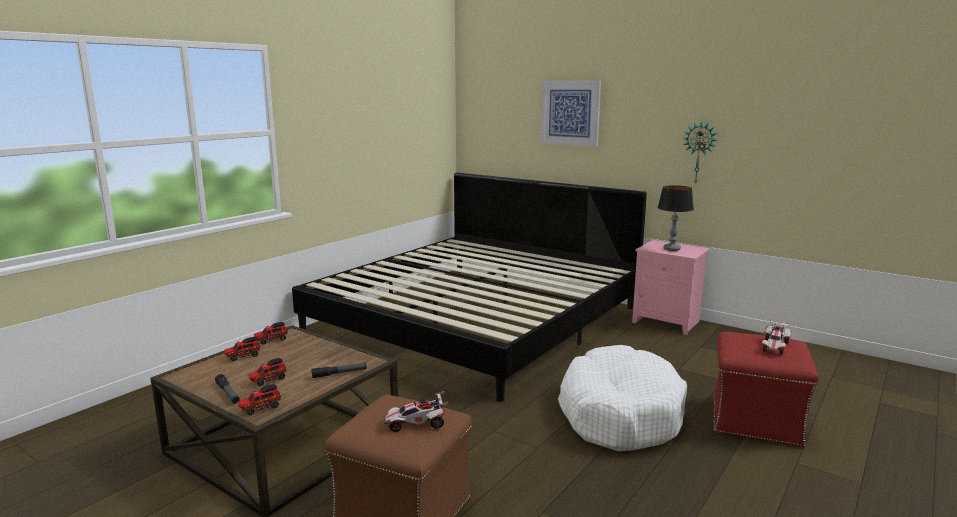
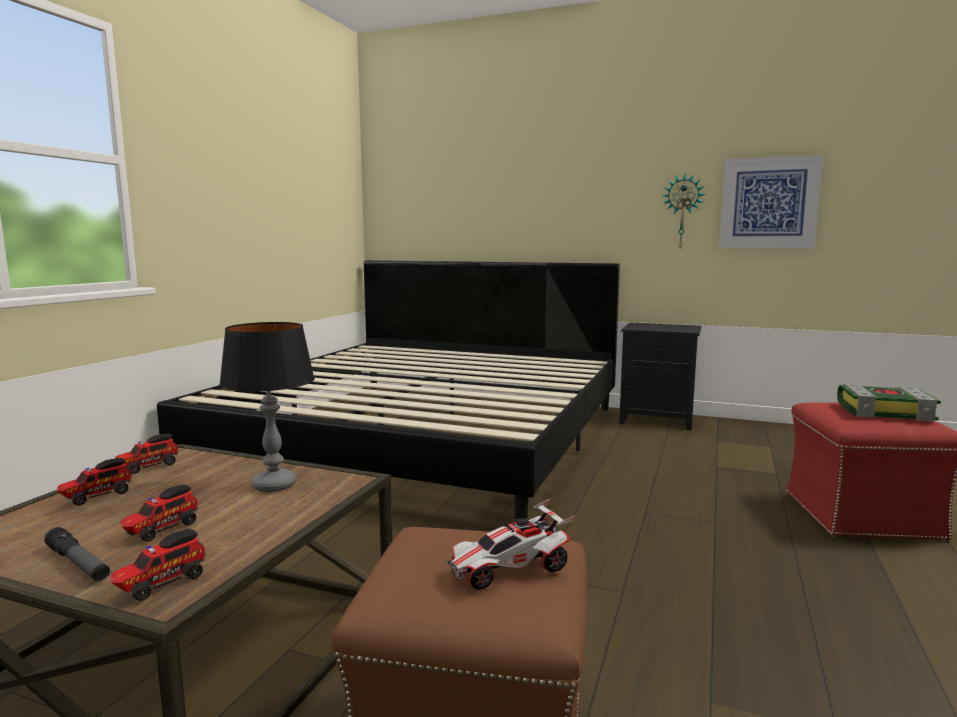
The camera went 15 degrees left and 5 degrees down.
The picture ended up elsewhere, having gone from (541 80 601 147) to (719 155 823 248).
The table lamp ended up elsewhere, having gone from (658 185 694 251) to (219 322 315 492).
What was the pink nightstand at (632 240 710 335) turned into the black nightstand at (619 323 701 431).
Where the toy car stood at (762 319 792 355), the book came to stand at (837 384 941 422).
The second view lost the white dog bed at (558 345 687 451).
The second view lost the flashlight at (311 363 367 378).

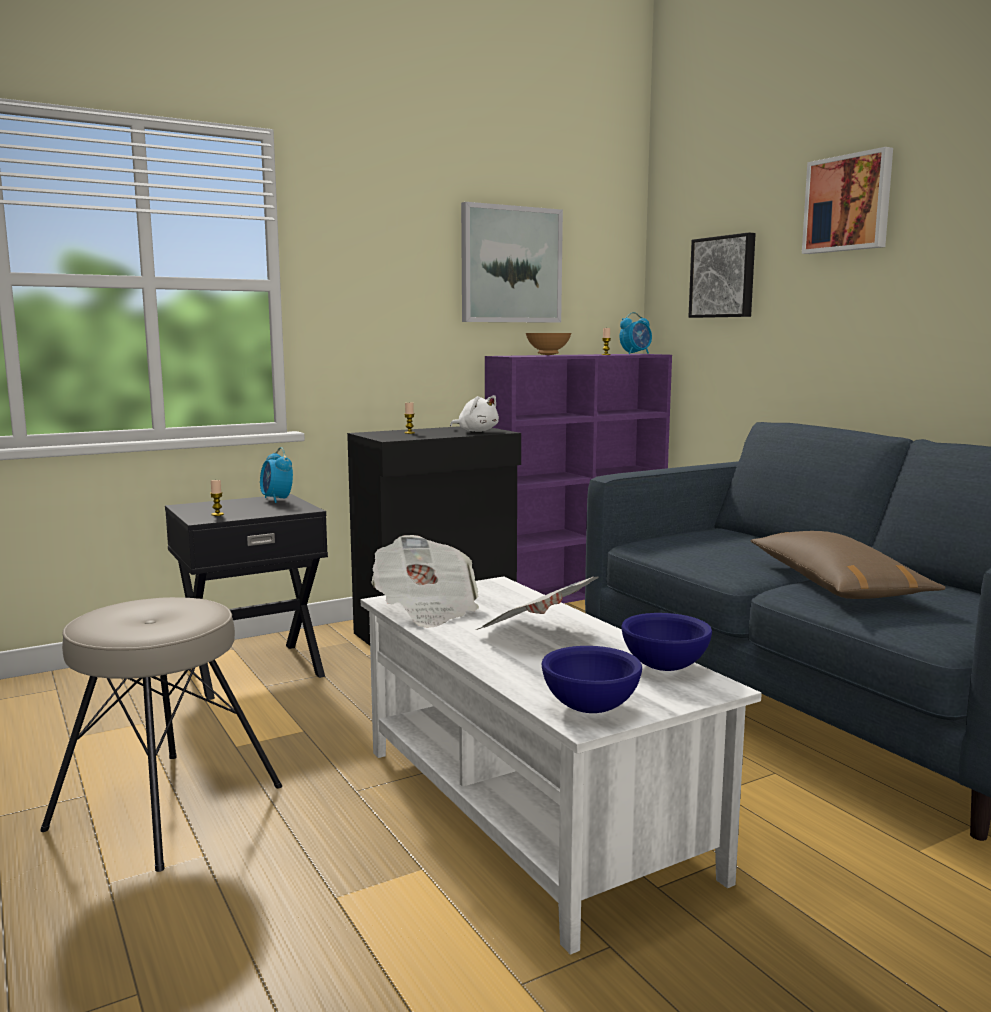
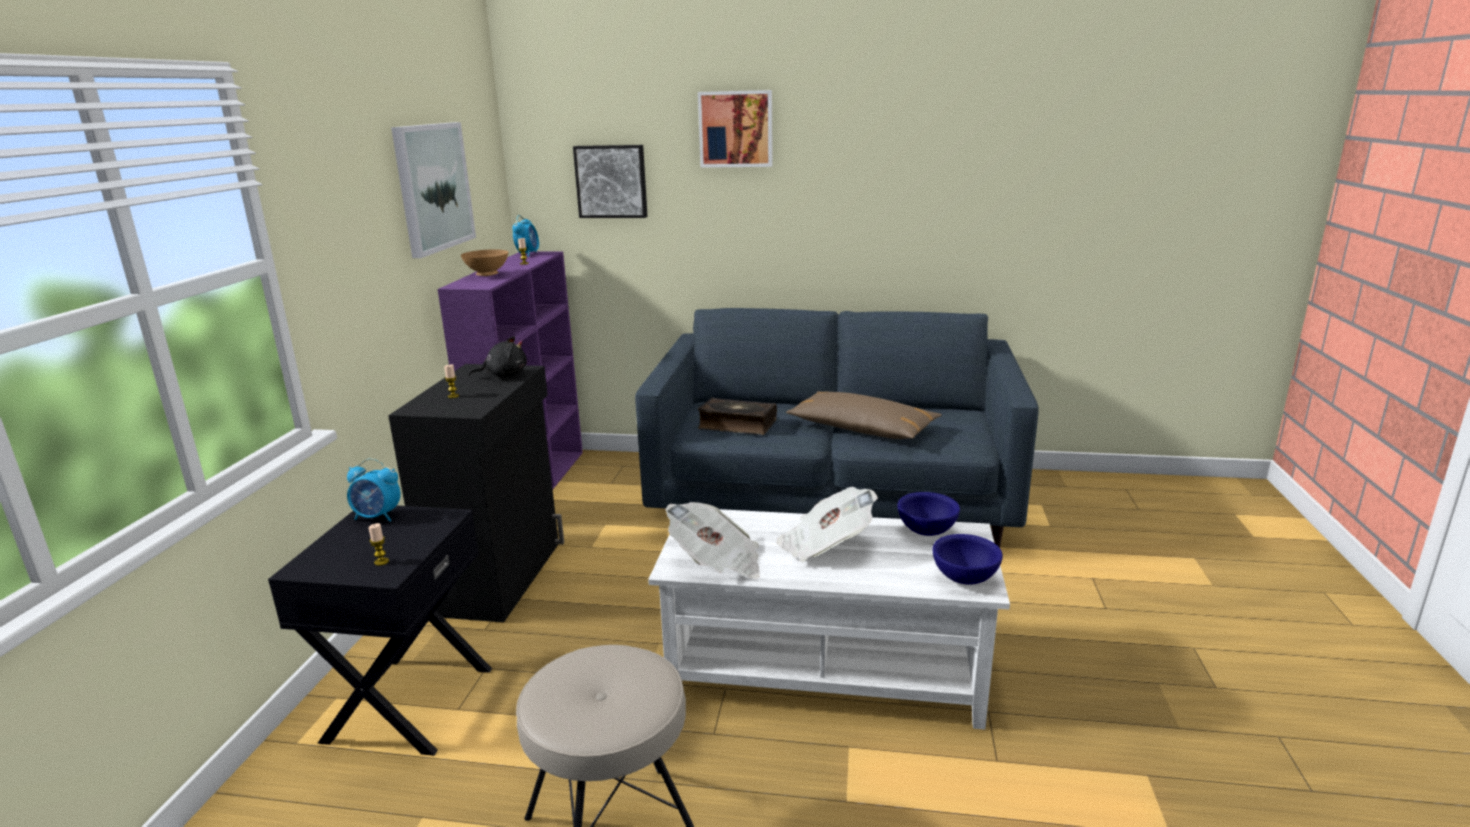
The camera went 50 degrees left and 10 degrees up.
What was the white plush toy at (450 395 499 432) turned into the black plush toy at (468 336 527 377).
The second view gained the book at (698 398 777 435).

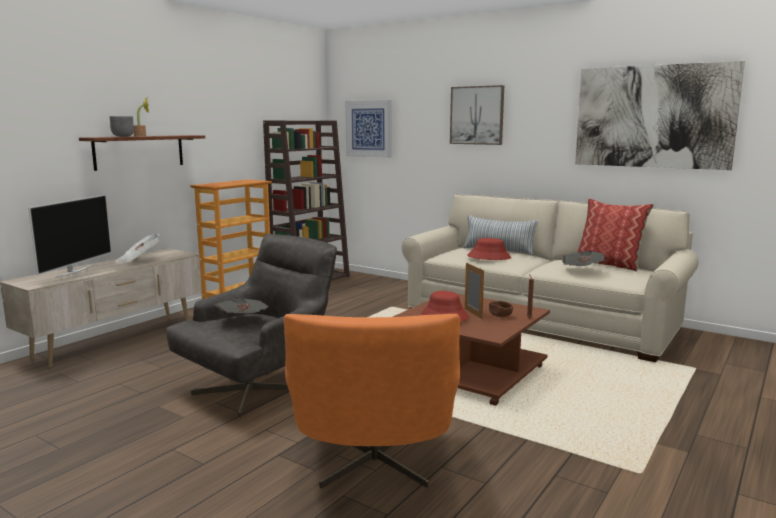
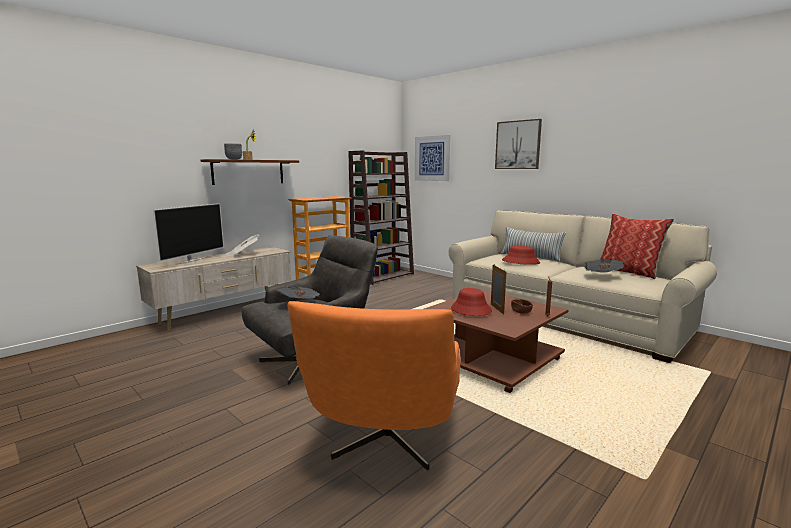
The camera went 10 degrees right and 0 degrees up.
The second view lost the picture at (575 61 745 170).

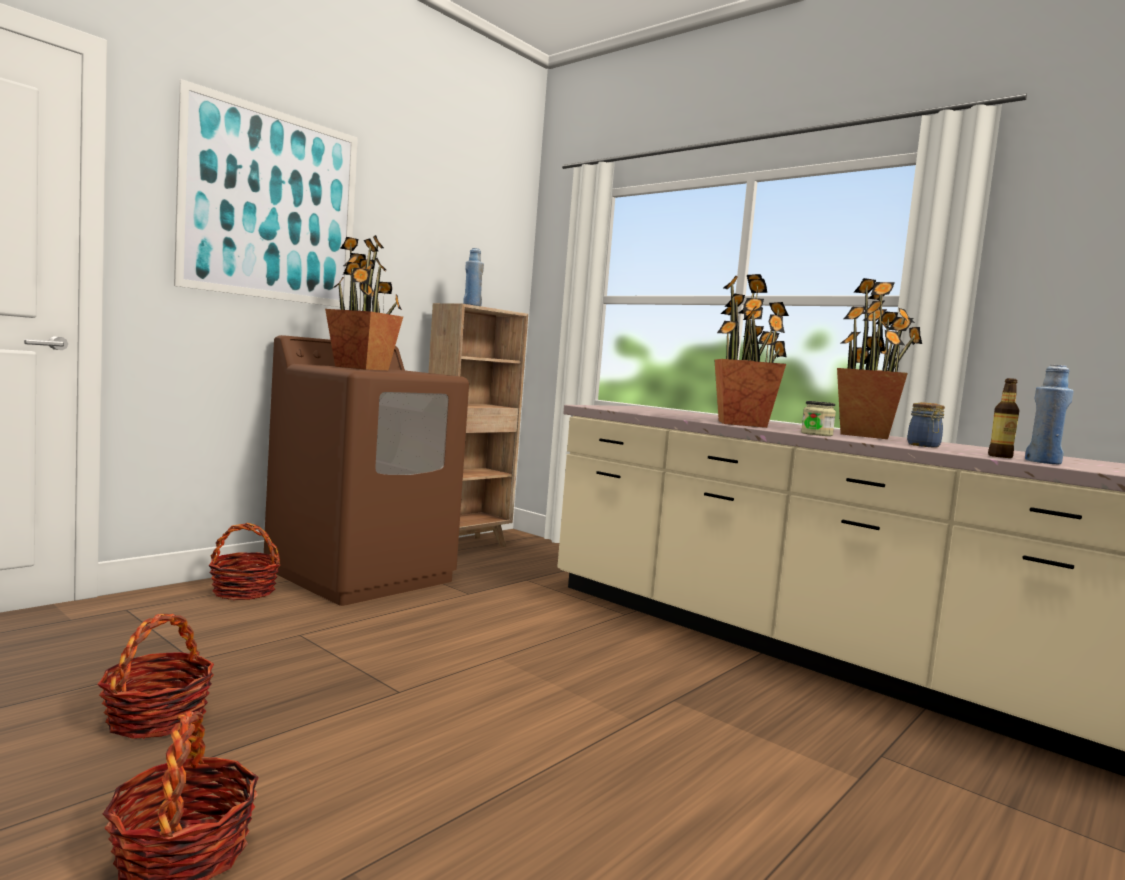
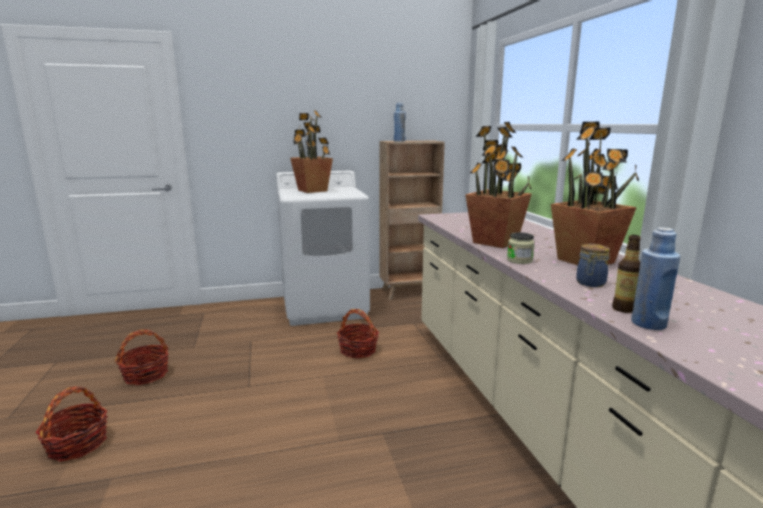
The camera went 35 degrees right and 10 degrees up.
The second view lost the picture at (174 79 358 308).
What was the brown washing machine at (264 335 469 606) turned into the white washing machine at (276 171 370 326).
The basket ended up elsewhere, having gone from (209 523 280 600) to (337 309 379 358).

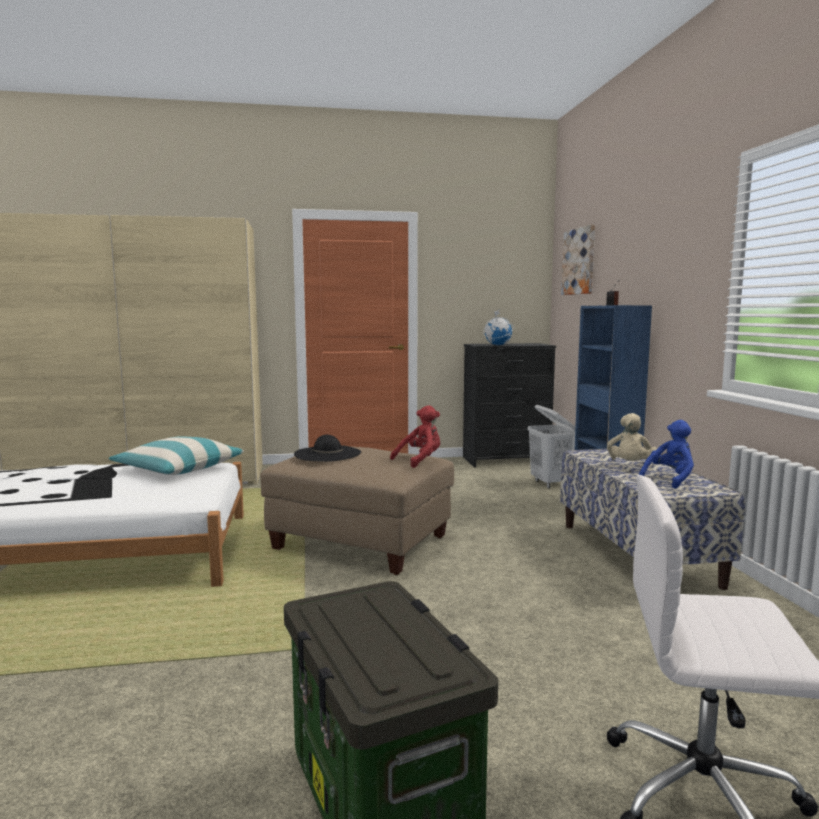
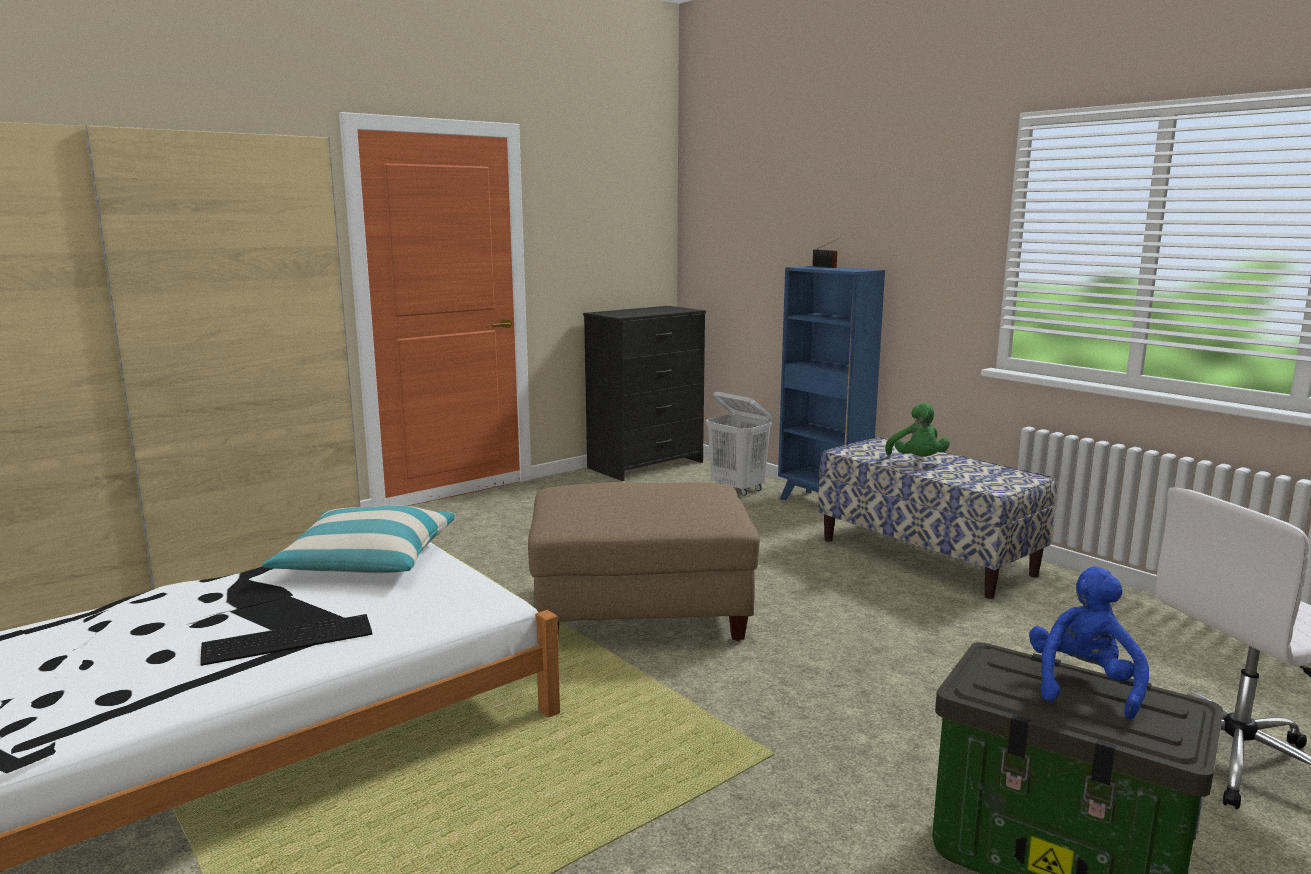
The camera went 30 degrees left and 5 degrees up.
The second view lost the picture at (561 224 595 295).
The second view lost the globe at (483 310 513 345).
The second view lost the red plush toy at (390 405 440 468).
What was the beige plush toy at (607 413 657 461) turned into the green plush toy at (885 403 950 456).
The blue plush toy ended up elsewhere, having gone from (639 420 694 489) to (1029 566 1149 720).
The second view lost the black hat at (294 435 361 462).
The second view gained the keyboard at (200 614 372 666).

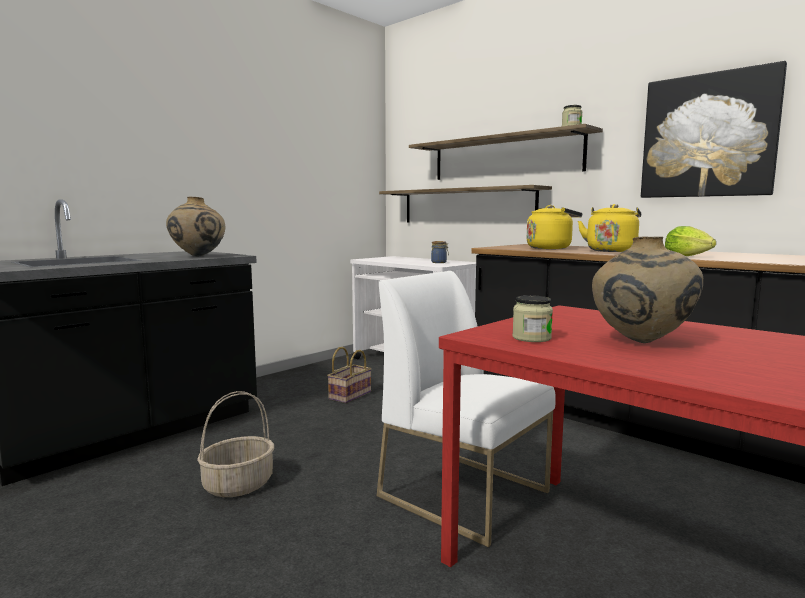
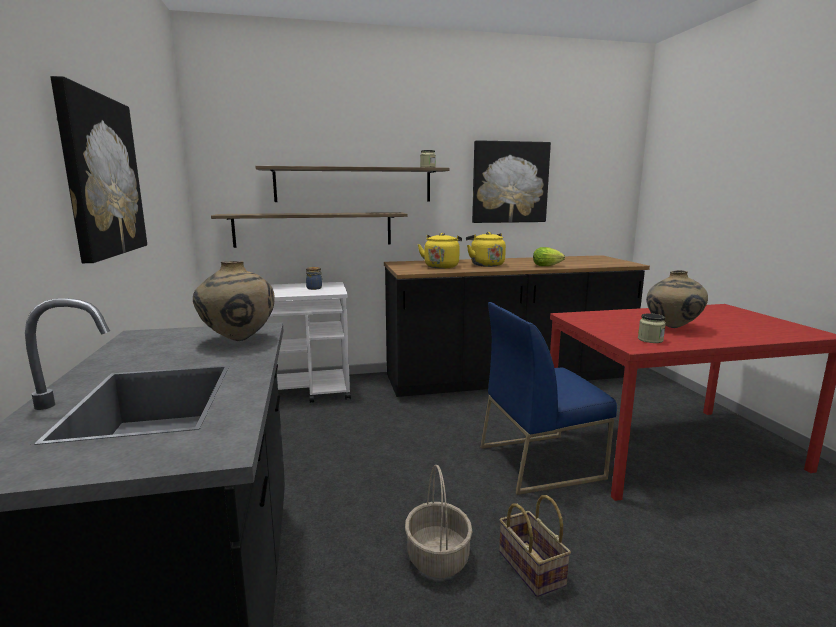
The camera went 55 degrees left and 5 degrees up.
What was the white chair at (377 271 556 547) turned into the blue chair at (480 302 617 495).
The basket ended up elsewhere, having gone from (327 347 372 403) to (499 495 571 597).
The second view gained the picture at (50 76 147 263).

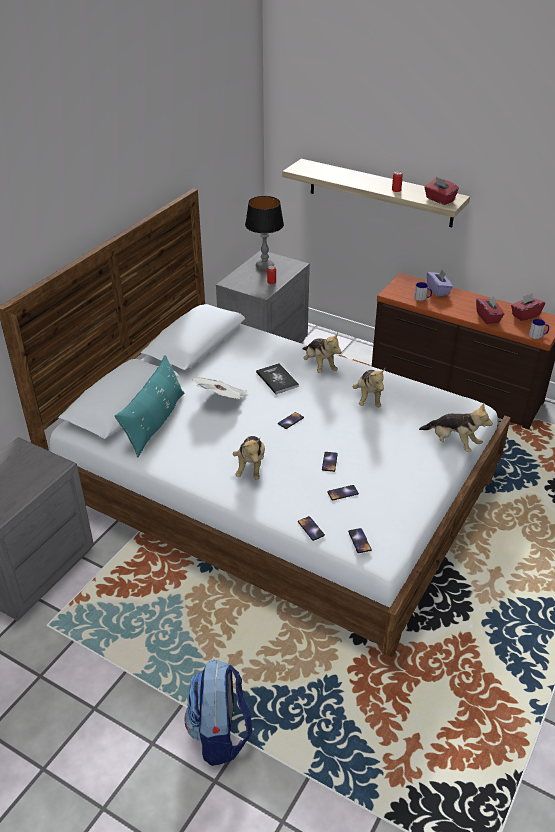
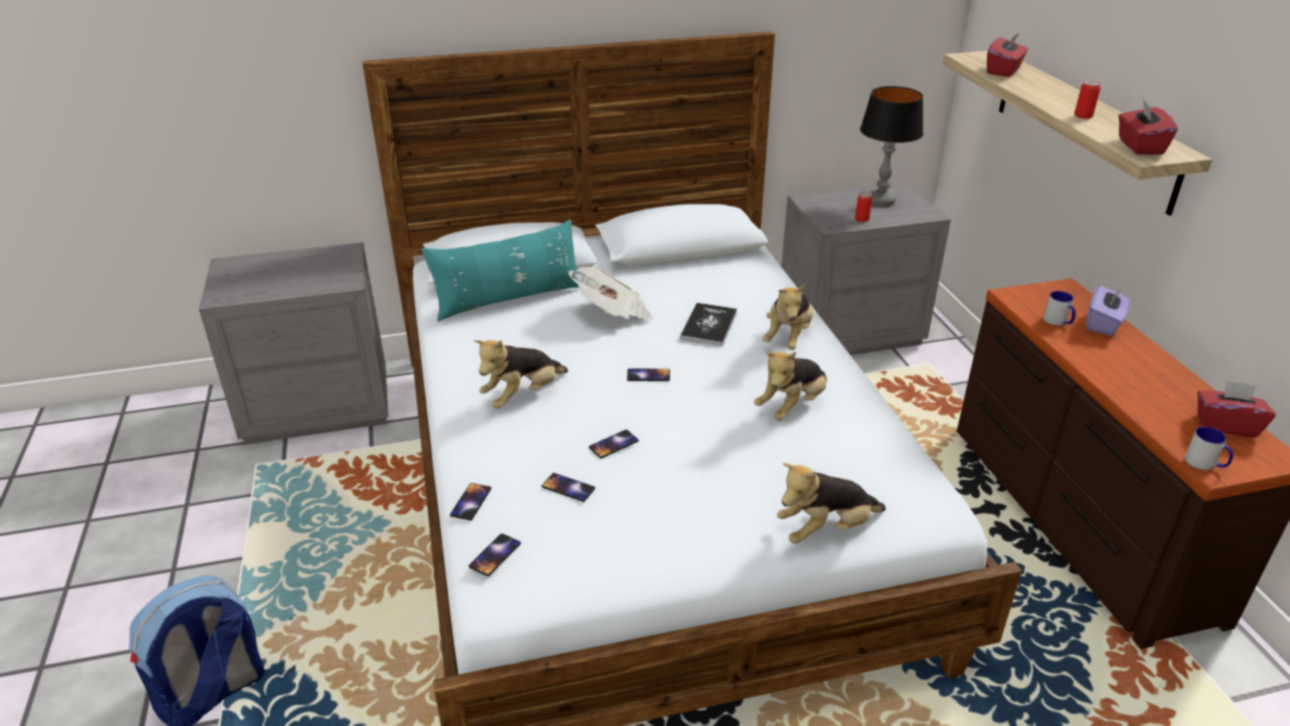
The camera went 45 degrees right and 5 degrees down.
The red tissue box ended up elsewhere, having gone from (476 295 504 324) to (987 32 1028 77).
The plush toy at (419 403 493 452) ended up facing another way, 75 degrees clockwise from before.

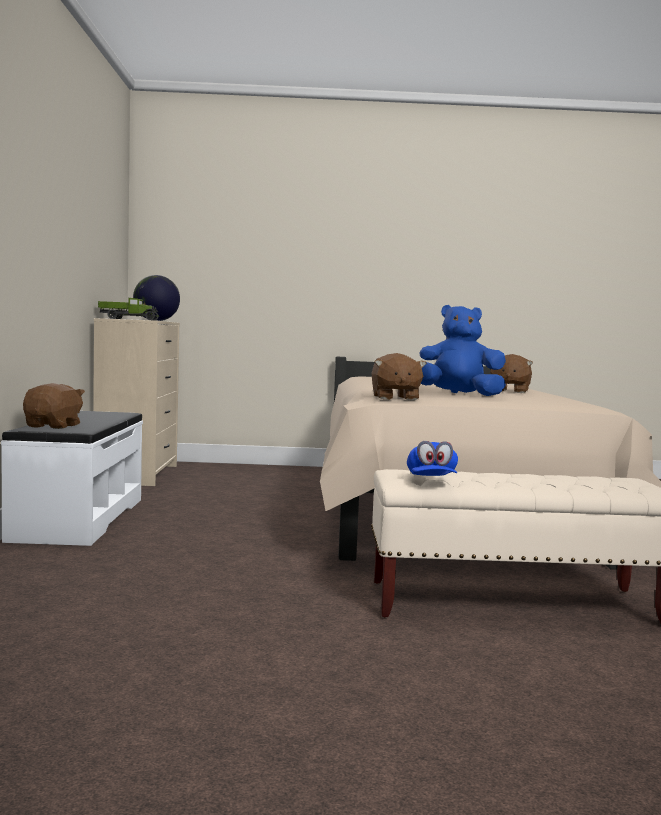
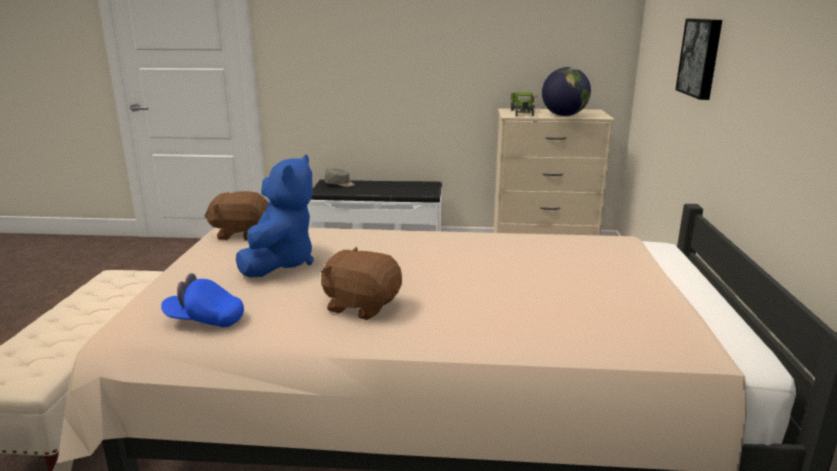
The camera went 95 degrees right and 15 degrees up.
Where the brown plush toy stood at (23 383 85 429), the grey cap came to stand at (324 169 355 187).
The blue cap ended up elsewhere, having gone from (407 441 458 476) to (161 273 244 327).
The second view gained the picture at (675 19 722 100).

